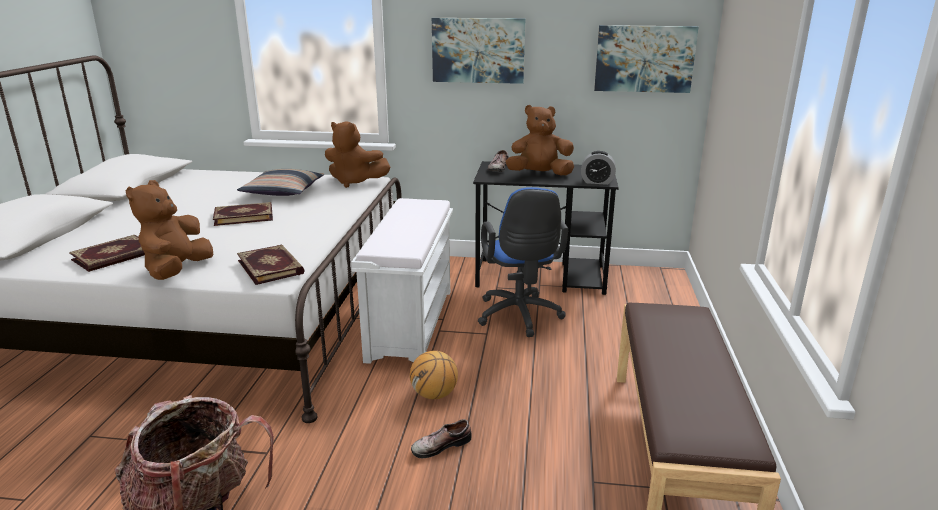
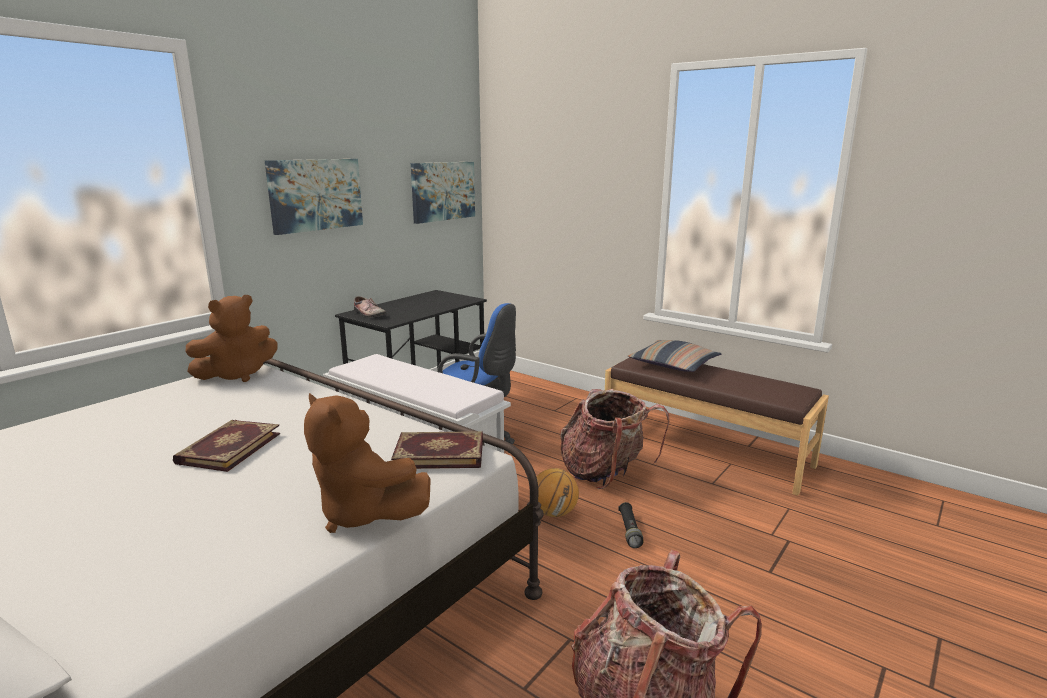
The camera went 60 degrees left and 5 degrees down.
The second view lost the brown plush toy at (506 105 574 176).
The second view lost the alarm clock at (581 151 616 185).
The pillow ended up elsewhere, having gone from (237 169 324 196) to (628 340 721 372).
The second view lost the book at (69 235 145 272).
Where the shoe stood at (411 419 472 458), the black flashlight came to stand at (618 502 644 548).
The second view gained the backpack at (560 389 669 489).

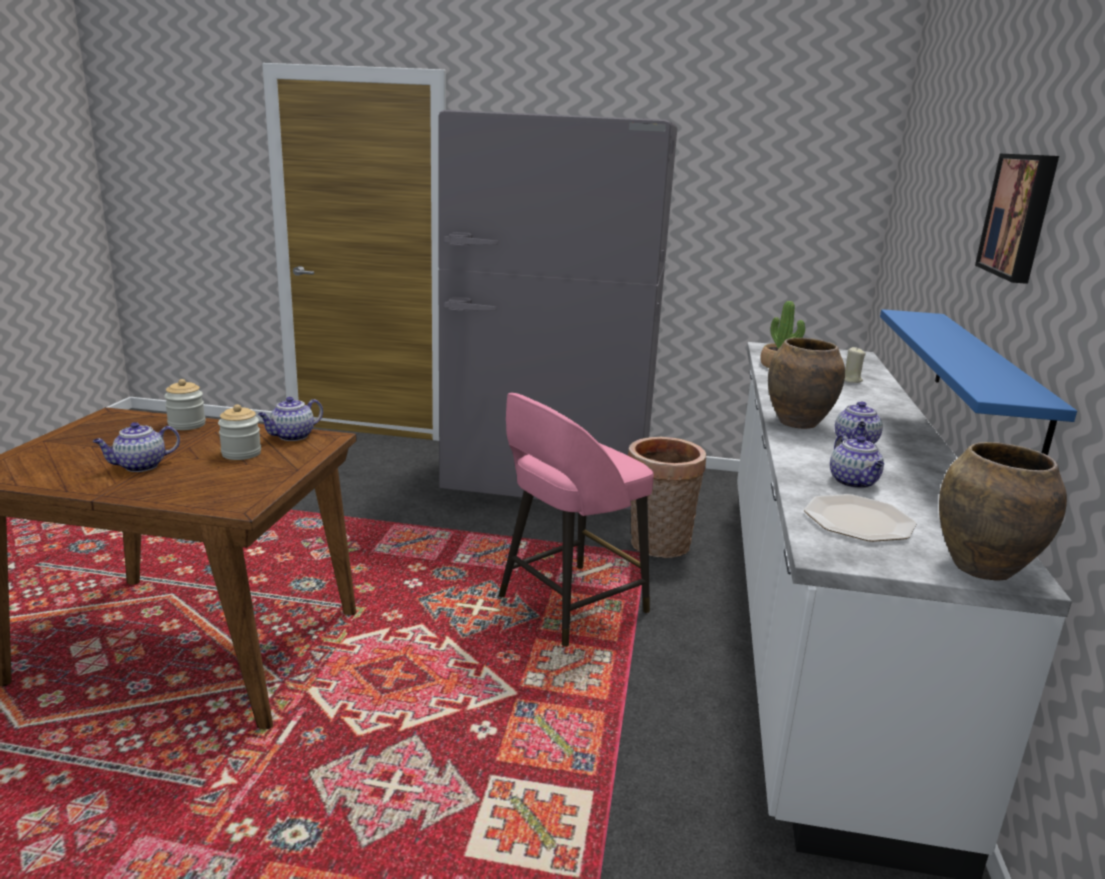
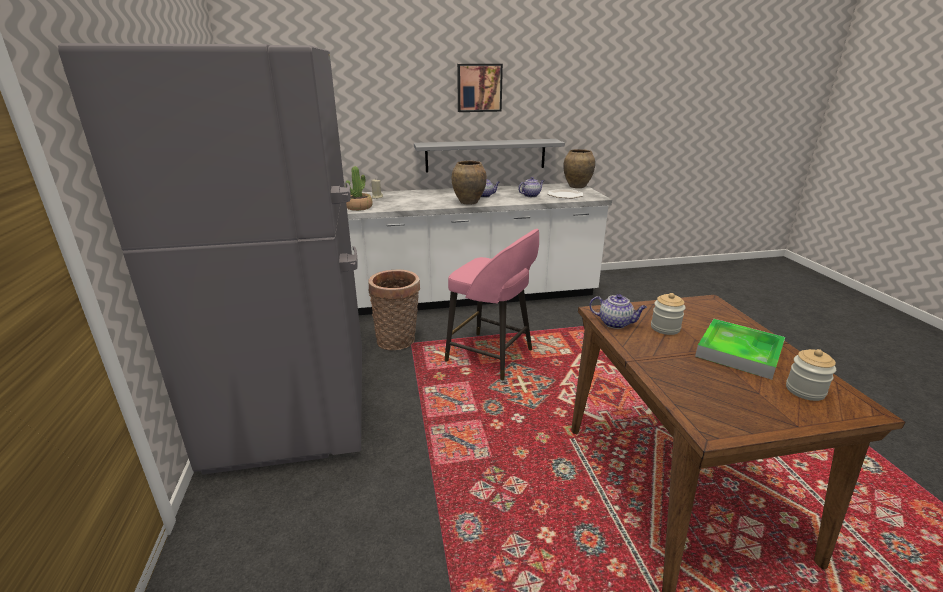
The camera went 110 degrees left and 5 degrees up.
What was the blue shelf at (880 309 1077 455) turned into the grey shelf at (414 139 565 172).
The jar ended up elsewhere, having gone from (164 379 206 430) to (786 349 836 401).
Where the teapot stood at (93 422 180 472), the tray came to stand at (695 319 785 380).

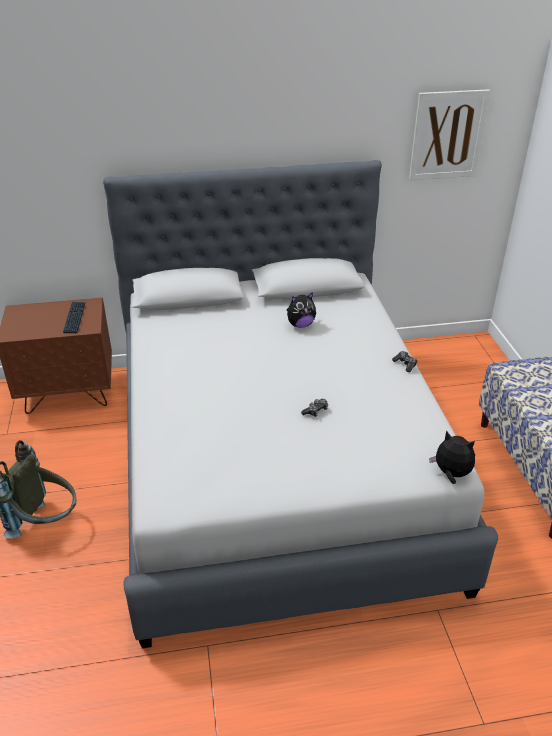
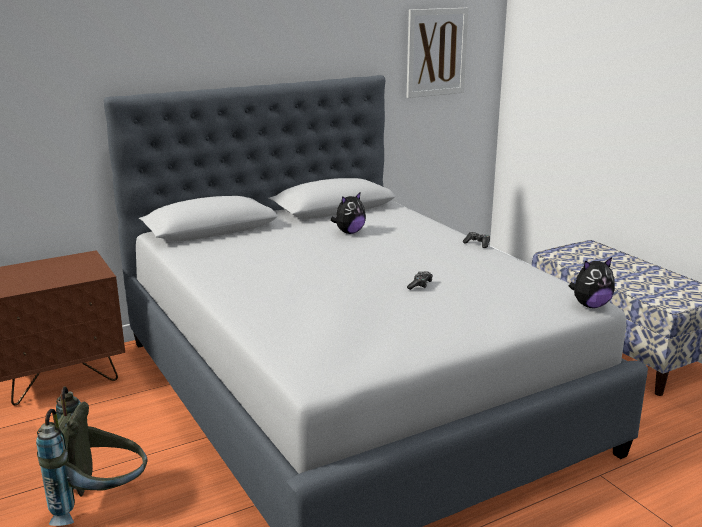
The camera went 20 degrees left and 15 degrees down.
The second view lost the keyboard at (63 302 86 333).
The plush toy at (429 430 475 484) ended up facing another way, 150 degrees clockwise from before.

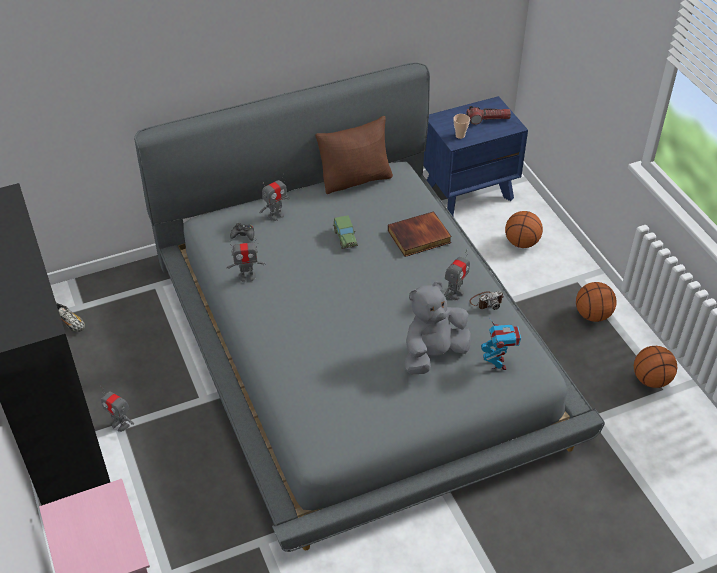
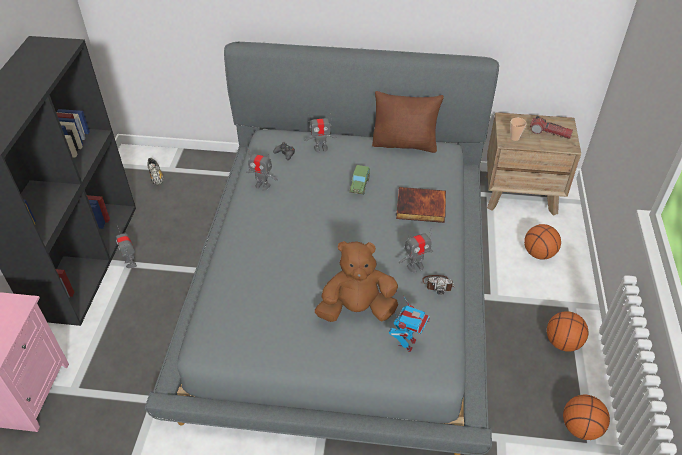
The camera went 30 degrees right and 0 degrees up.
What was the blue nightstand at (423 96 528 216) turned into the brown nightstand at (486 112 581 216).
What was the grey plush toy at (404 281 471 374) turned into the brown plush toy at (315 241 398 322).

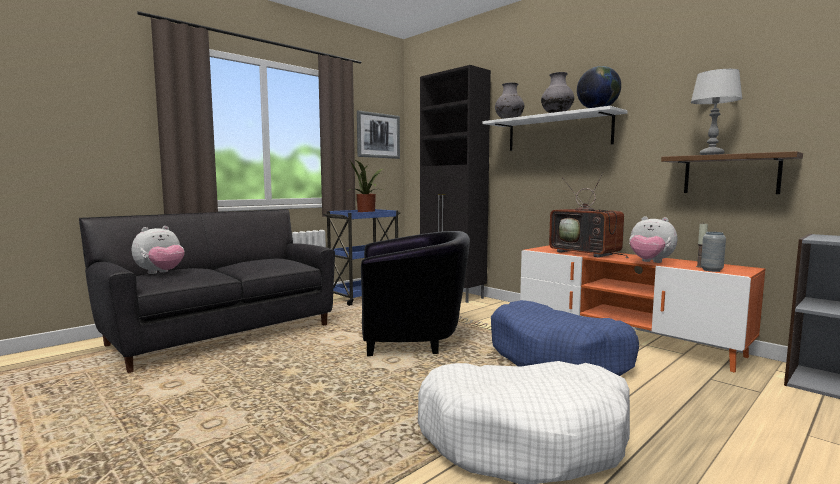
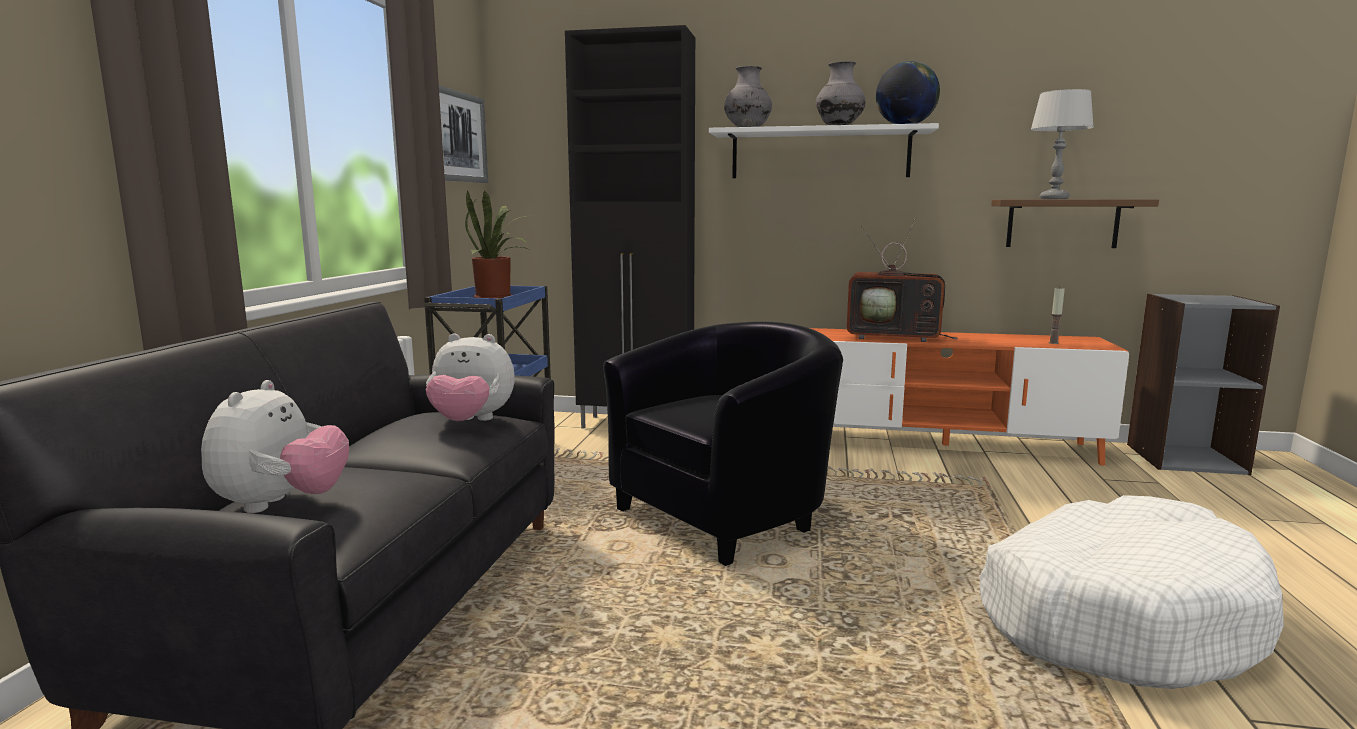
The camera went 35 degrees left and 5 degrees up.
The plush toy ended up elsewhere, having gone from (629 216 677 263) to (426 333 515 421).
The second view lost the grey vase at (701 232 726 272).
The second view lost the blue dog bed at (491 300 639 376).

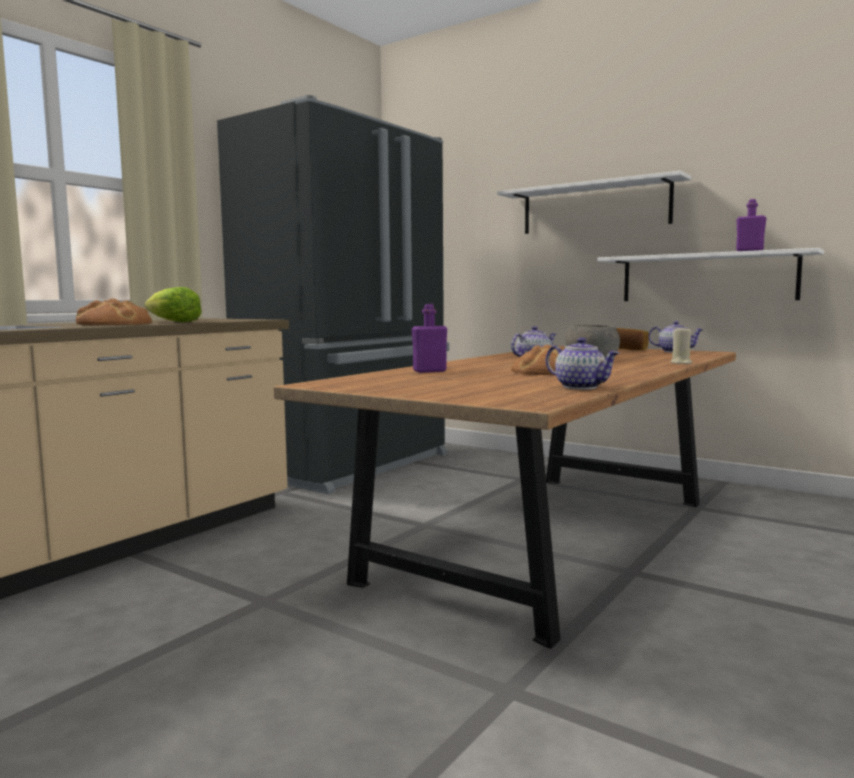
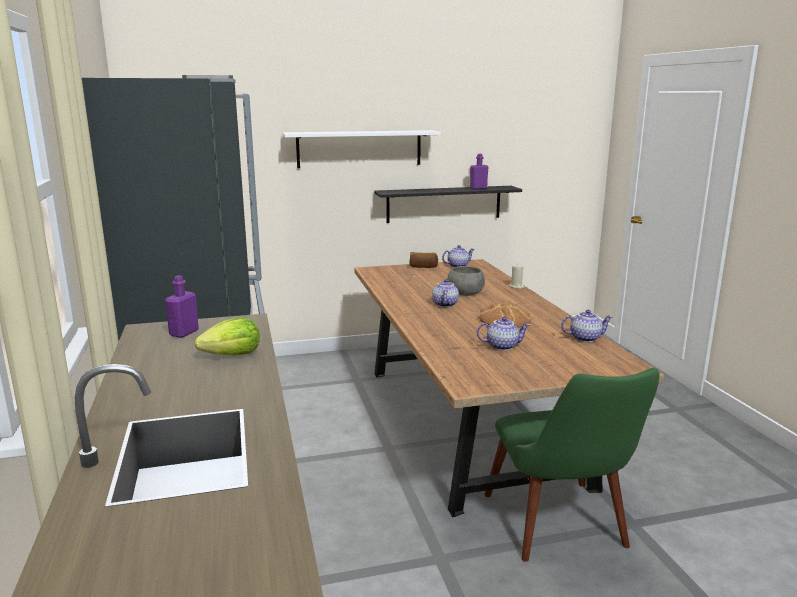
The camera went 50 degrees left and 10 degrees up.
What was the white shelf at (597 248 824 301) turned into the black shelf at (374 186 522 223).
The second view lost the bread at (76 298 152 325).
The purple bottle ended up elsewhere, having gone from (412 304 447 373) to (165 275 199 338).
The second view gained the teapot at (477 317 530 351).
The second view gained the green chair at (484 368 660 562).

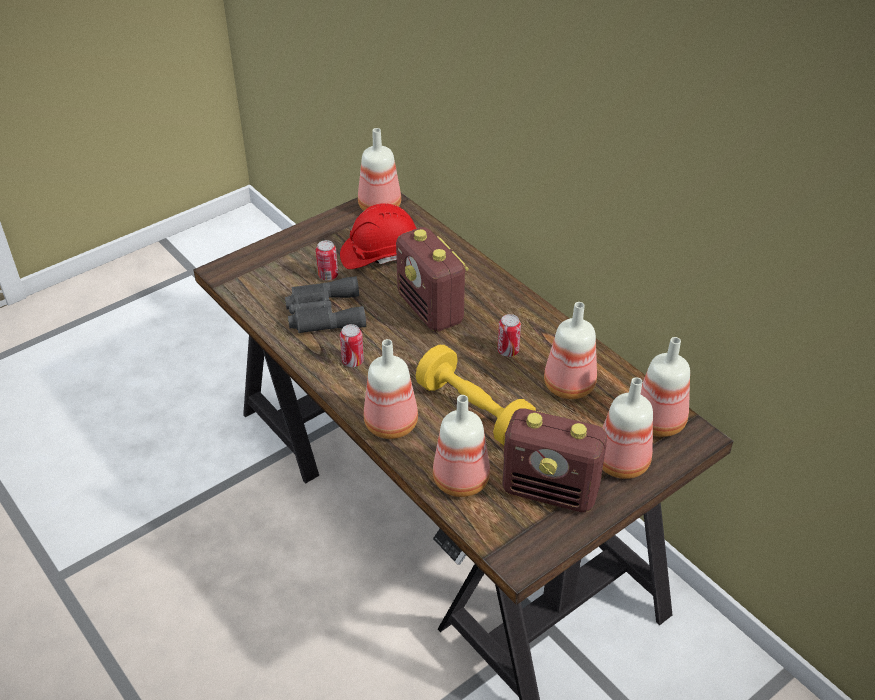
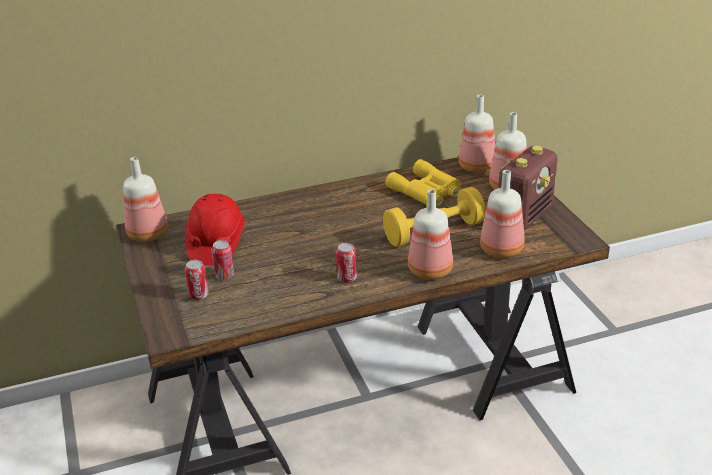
The camera went 70 degrees left and 10 degrees down.
The second view lost the radio at (396 227 469 332).
The second view lost the grey binoculars at (285 276 366 333).
Where the bottle stood at (544 302 597 399), the yellow binoculars came to stand at (385 159 461 206).
The can ended up elsewhere, having gone from (498 314 521 357) to (185 260 209 300).

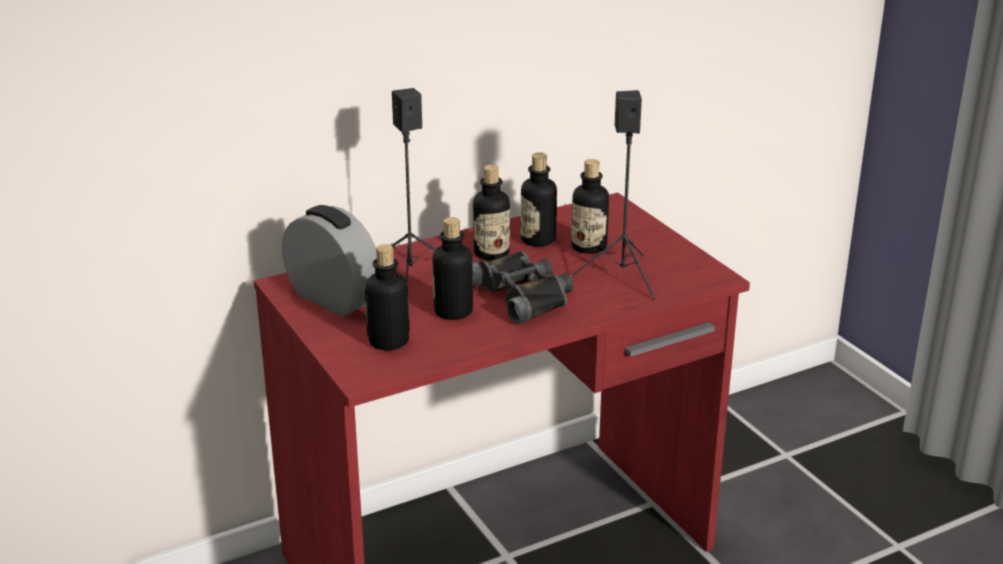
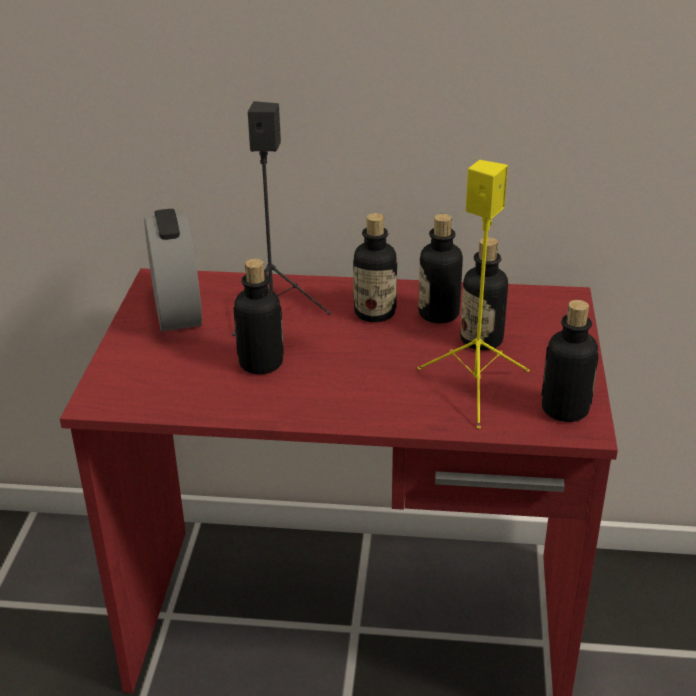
The camera went 35 degrees right and 5 degrees up.
What was the black speaker at (570 90 656 299) turned into the yellow speaker at (418 160 530 429).
The bottle ended up elsewhere, having gone from (365 244 410 350) to (542 300 599 422).
The second view lost the black binoculars at (473 251 573 324).

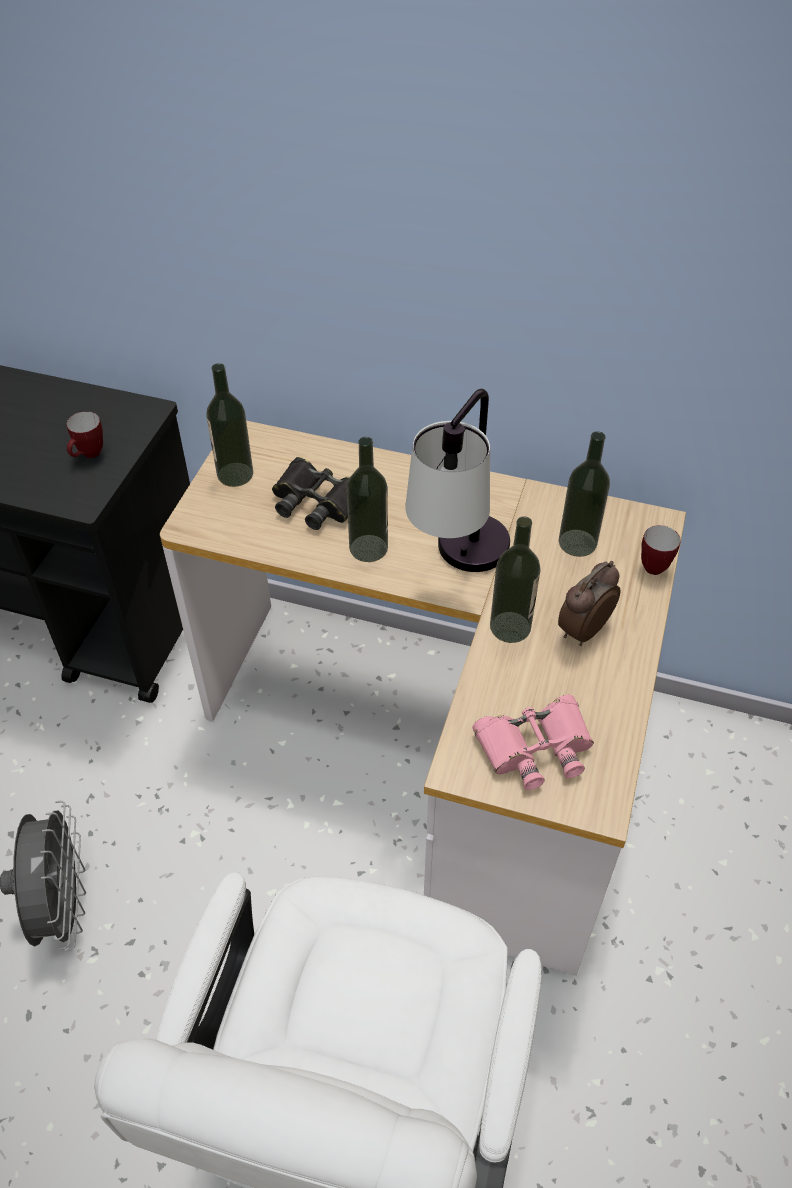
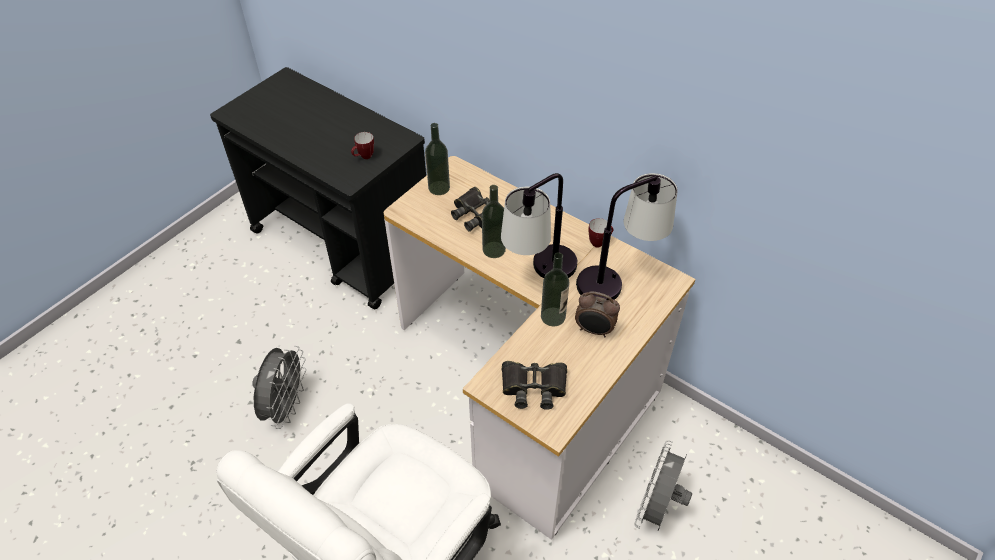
The camera went 20 degrees right and 0 degrees up.
Where the bottle stood at (559 431 610 557), the table lamp came to stand at (576 173 678 300).
The mug ended up elsewhere, having gone from (641 525 681 575) to (588 218 614 248).
The alarm clock at (558 561 620 646) ended up facing another way, 135 degrees counterclockwise from before.
What was the pink binoculars at (472 695 594 790) turned into the black binoculars at (502 361 567 410).
The second view gained the grey fan at (635 440 692 530).

